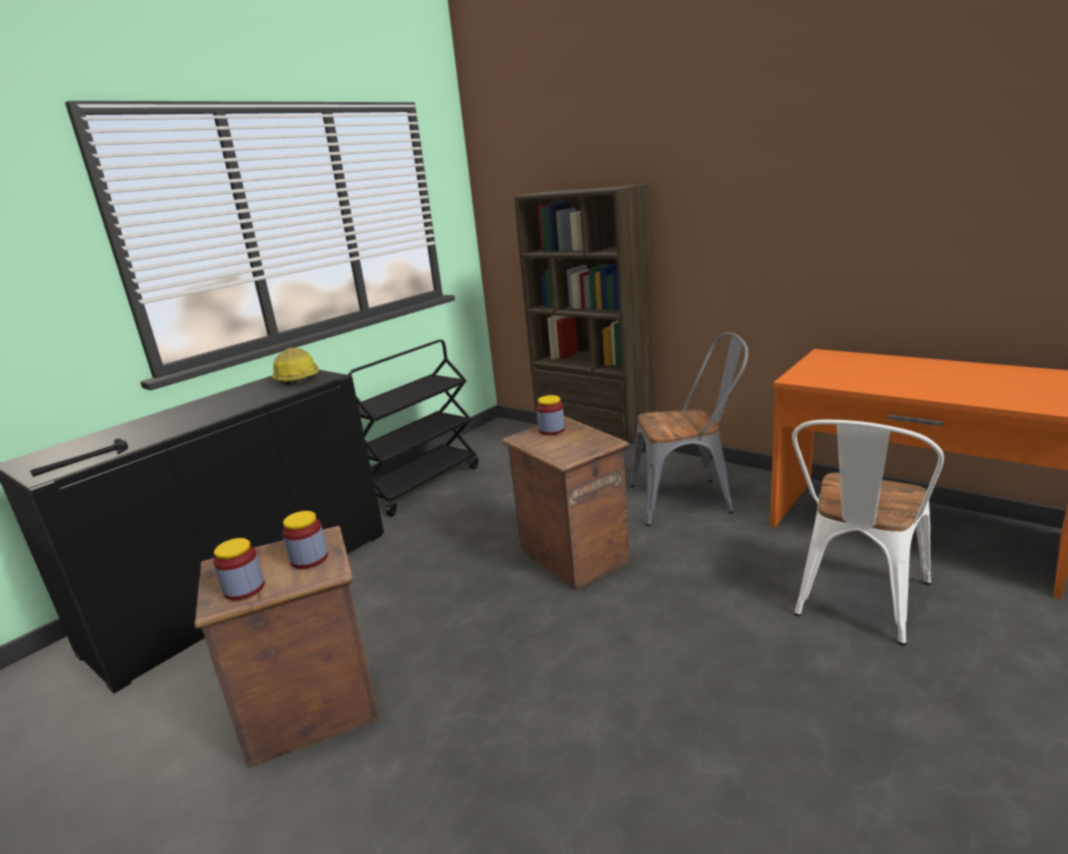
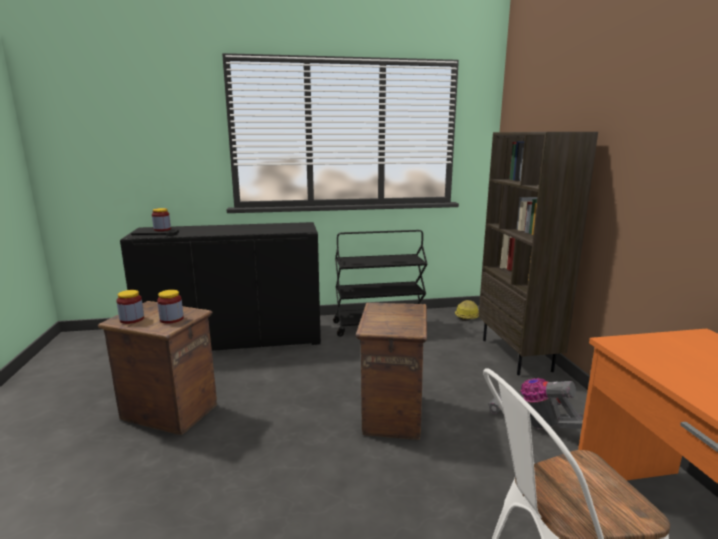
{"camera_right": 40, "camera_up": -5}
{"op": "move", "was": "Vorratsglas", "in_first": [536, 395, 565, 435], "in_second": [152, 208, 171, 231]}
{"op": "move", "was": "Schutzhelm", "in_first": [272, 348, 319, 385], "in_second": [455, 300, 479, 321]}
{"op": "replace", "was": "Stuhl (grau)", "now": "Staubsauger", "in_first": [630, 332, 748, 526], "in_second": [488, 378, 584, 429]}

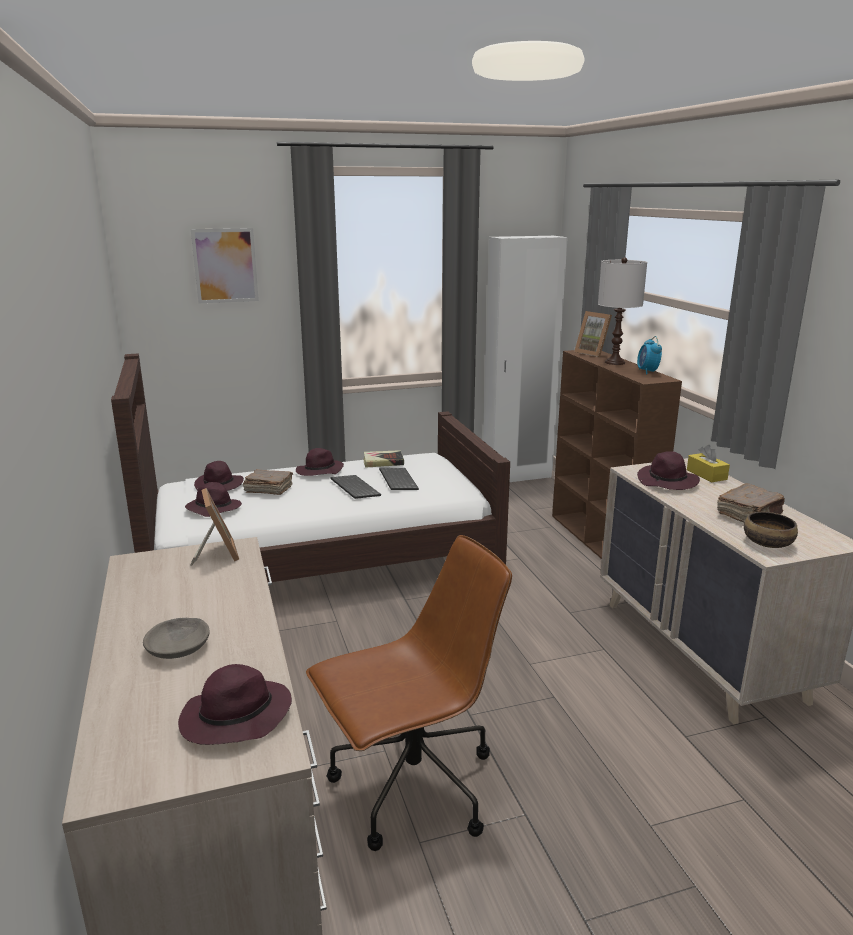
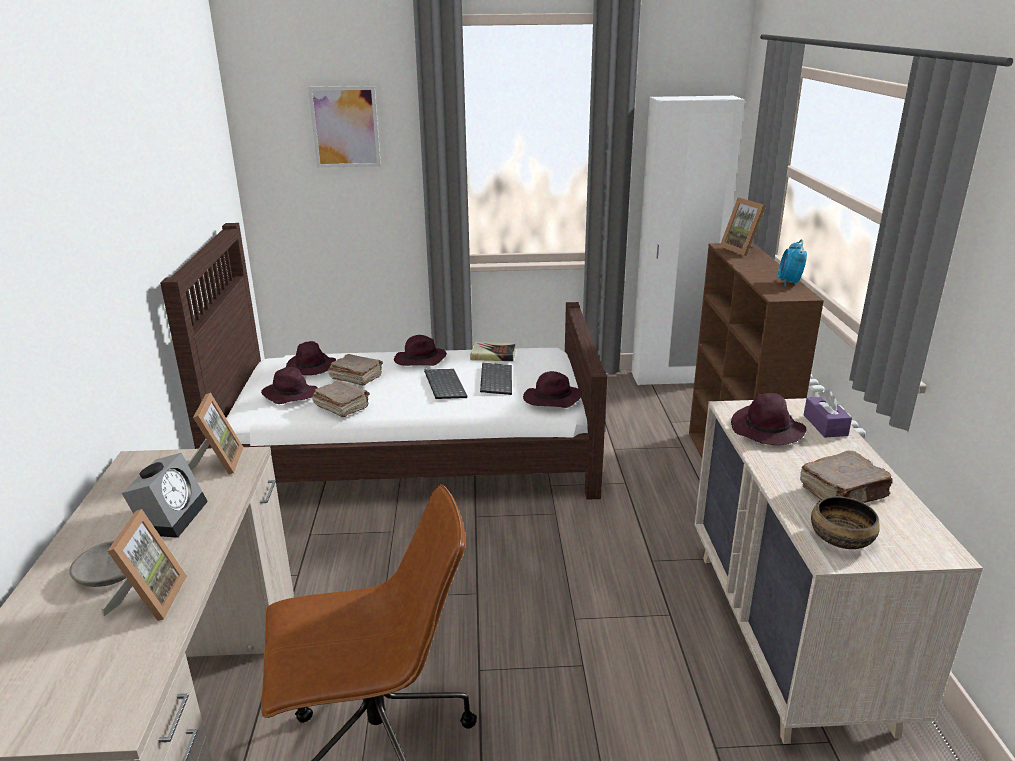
{"camera_right": 15, "camera_up": 5}
{"op": "insert", "now": "Bilderrahmen", "in_second": [102, 509, 187, 621]}
{"op": "insert", "now": "Wecker", "in_second": [122, 453, 208, 538]}
{"op": "insert", "now": "Buch (braun)", "in_second": [312, 380, 370, 417]}
{"op": "move", "was": "Hut (lila)", "in_first": [178, 664, 292, 745], "in_second": [523, 371, 582, 408]}
{"op": "recolor", "was": "Taschentuchbox (gelb)", "now": "Taschentuchbox (lila)", "in_first": [687, 445, 730, 482], "in_second": [804, 389, 852, 437]}
{"op": "delete", "was": "Tischlampe (weiß)", "in_first": [598, 257, 647, 365]}

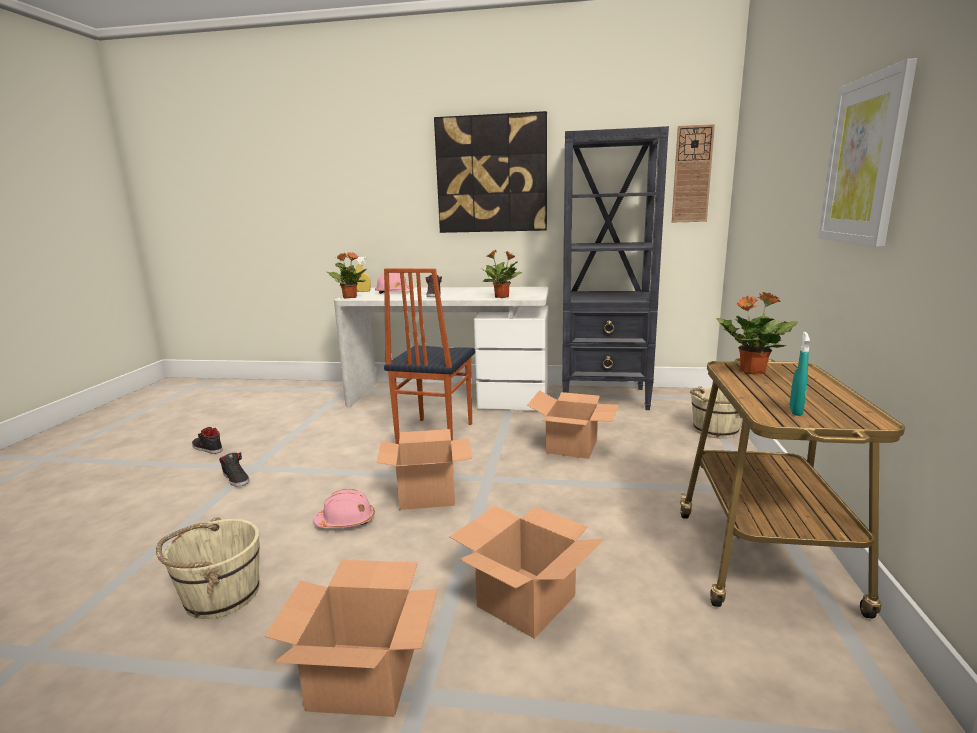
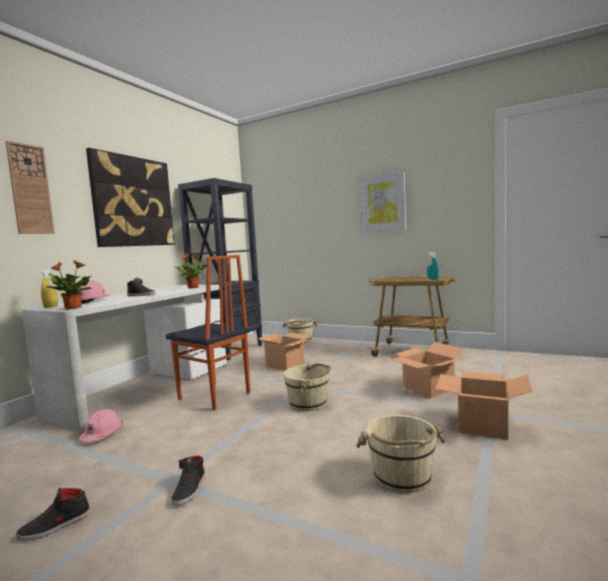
{"camera_right": -70, "camera_up": -10}
{"op": "move", "was": "Wanduhr", "in_first": [672, 124, 715, 222], "in_second": [5, 141, 55, 234]}
{"op": "move", "was": "Schutzhelm (rosa)", "in_first": [313, 489, 375, 528], "in_second": [79, 409, 123, 442]}
{"op": "rotate", "was": "Schuh (schwarz)", "in_first": [219, 452, 249, 487], "in_second": [171, 455, 205, 505], "clockwise": 120}
{"op": "replace", "was": "Karton", "now": "Eimer (beige)", "in_first": [376, 429, 472, 510], "in_second": [284, 363, 331, 411]}
{"op": "delete", "was": "Topfpflanze", "in_first": [717, 292, 798, 375]}

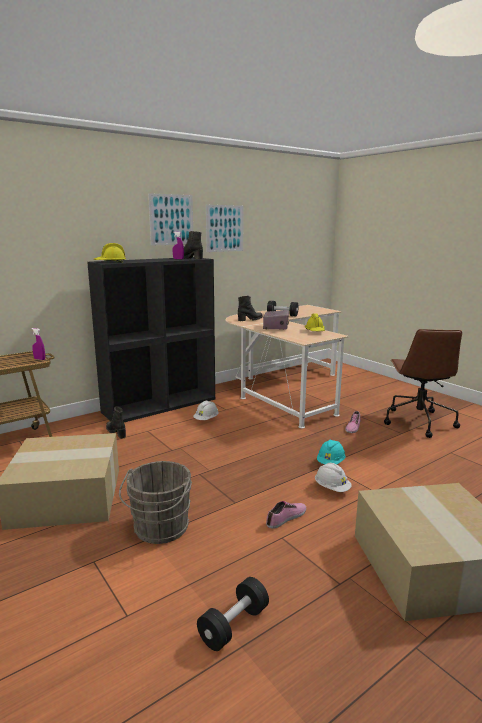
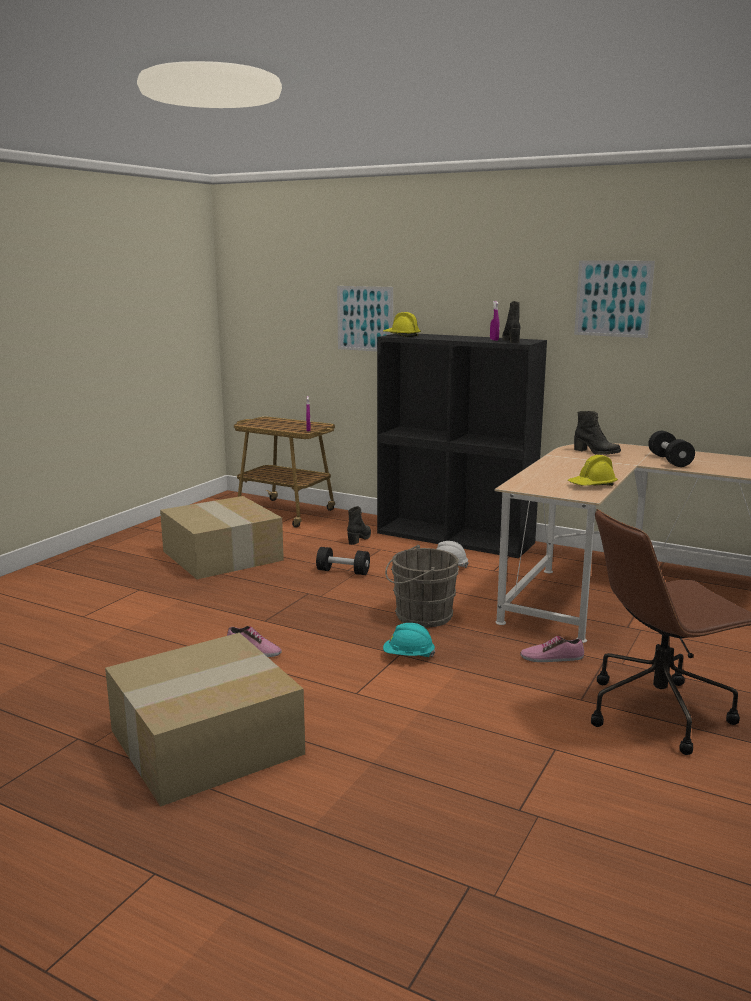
{"camera_right": 65, "camera_up": 0}
{"op": "move", "was": "Hantel (schwarz)", "in_first": [197, 577, 269, 651], "in_second": [316, 547, 370, 575]}
{"op": "move", "was": "Bild", "in_first": [148, 193, 193, 246], "in_second": [337, 286, 393, 351]}
{"op": "move", "was": "Eimer (grau)", "in_first": [119, 461, 192, 544], "in_second": [385, 545, 459, 628]}
{"op": "delete", "was": "Radio", "in_first": [263, 310, 289, 330]}
{"op": "delete", "was": "Schutzhelm (weiß)", "in_first": [315, 463, 352, 492]}

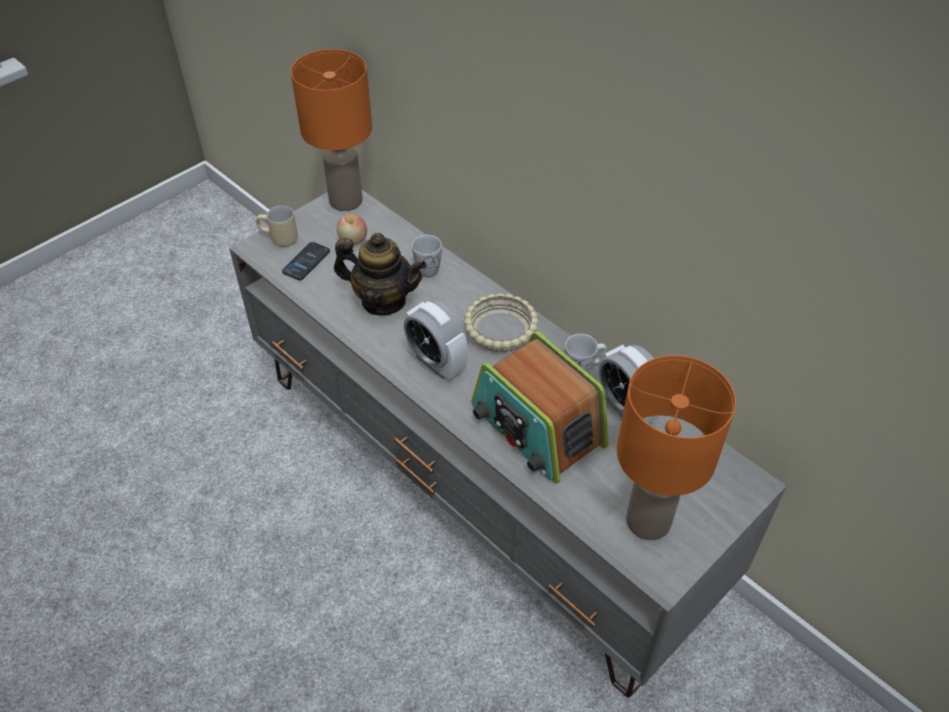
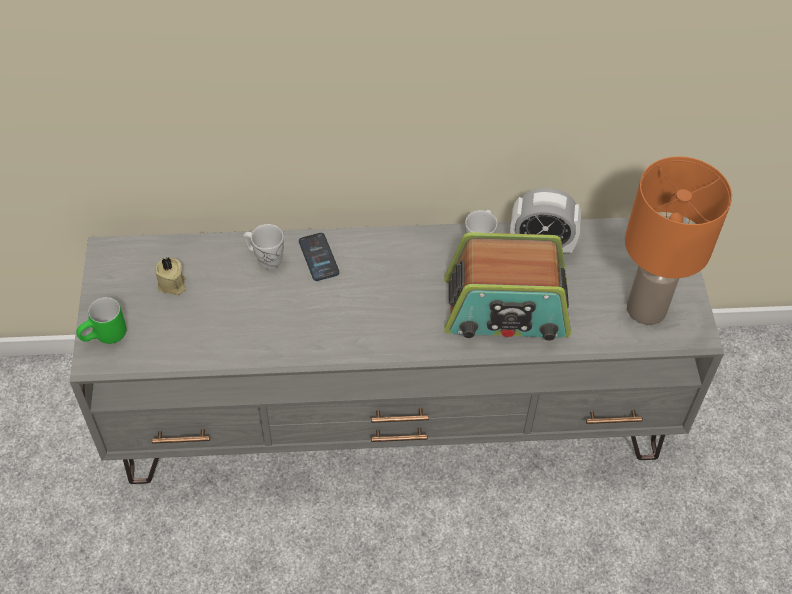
{"camera_right": -50, "camera_up": 5}
{"op": "recolor", "was": "Henkelbecher (beige)", "now": "Henkelbecher (grün)", "in_first": [256, 206, 298, 247], "in_second": [76, 297, 127, 344]}
{"op": "replace", "was": "Apfel", "now": "Kerze (beige)", "in_first": [337, 214, 367, 244], "in_second": [155, 258, 186, 295]}
{"op": "move", "was": "Handy", "in_first": [282, 242, 330, 280], "in_second": [299, 233, 339, 281]}
{"op": "delete", "was": "Tischlampe (orange)", "in_first": [291, 49, 372, 211]}
{"op": "delete", "was": "Teekanne", "in_first": [334, 233, 427, 316]}
{"op": "delete", "was": "Wecker", "in_first": [404, 300, 468, 380]}
{"op": "delete", "was": "Schüssel (beige)", "in_first": [464, 293, 539, 352]}

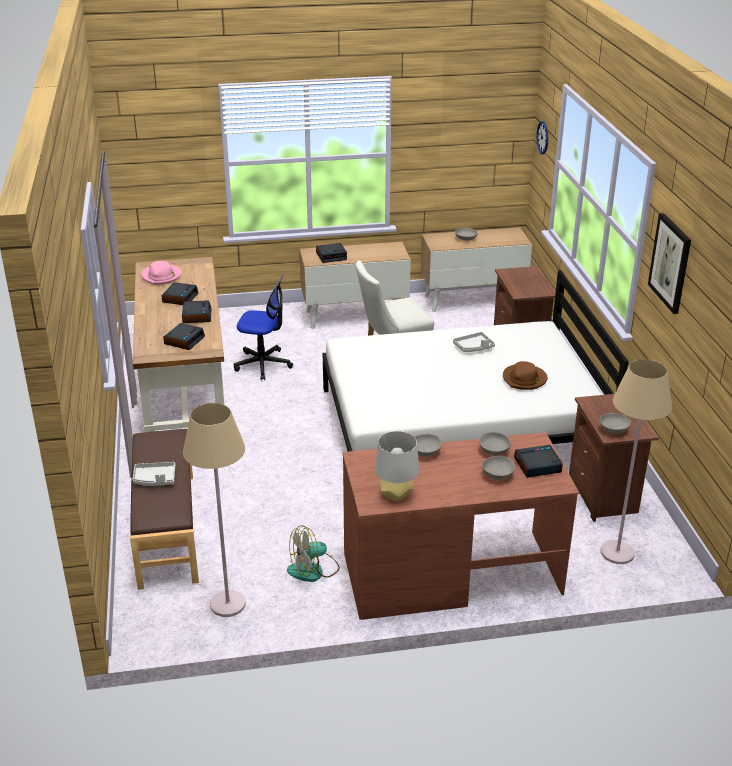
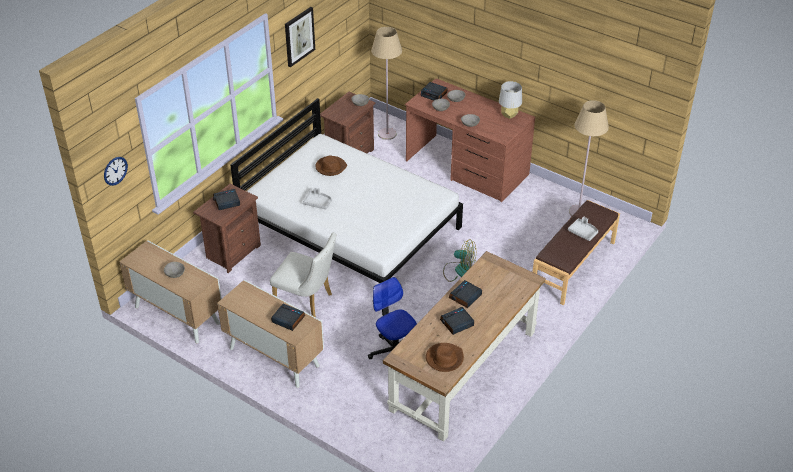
{"camera_right": -135, "camera_up": 10}
{"op": "move", "was": "Wecker", "in_first": [163, 323, 205, 350], "in_second": [213, 189, 240, 210]}
{"op": "recolor", "was": "Hut (rosa)", "now": "Hut (braun)", "in_first": [141, 261, 182, 285], "in_second": [426, 343, 464, 372]}
{"op": "move", "was": "Ventilator", "in_first": [287, 525, 340, 582], "in_second": [443, 239, 476, 282]}

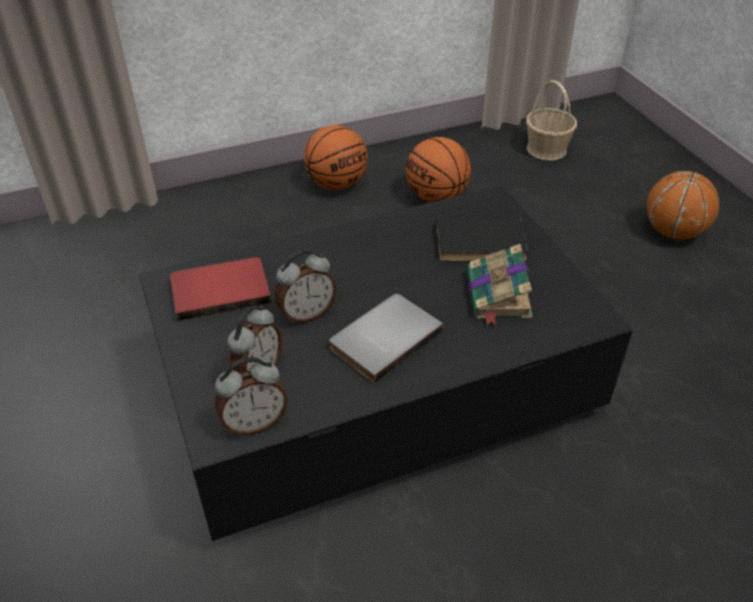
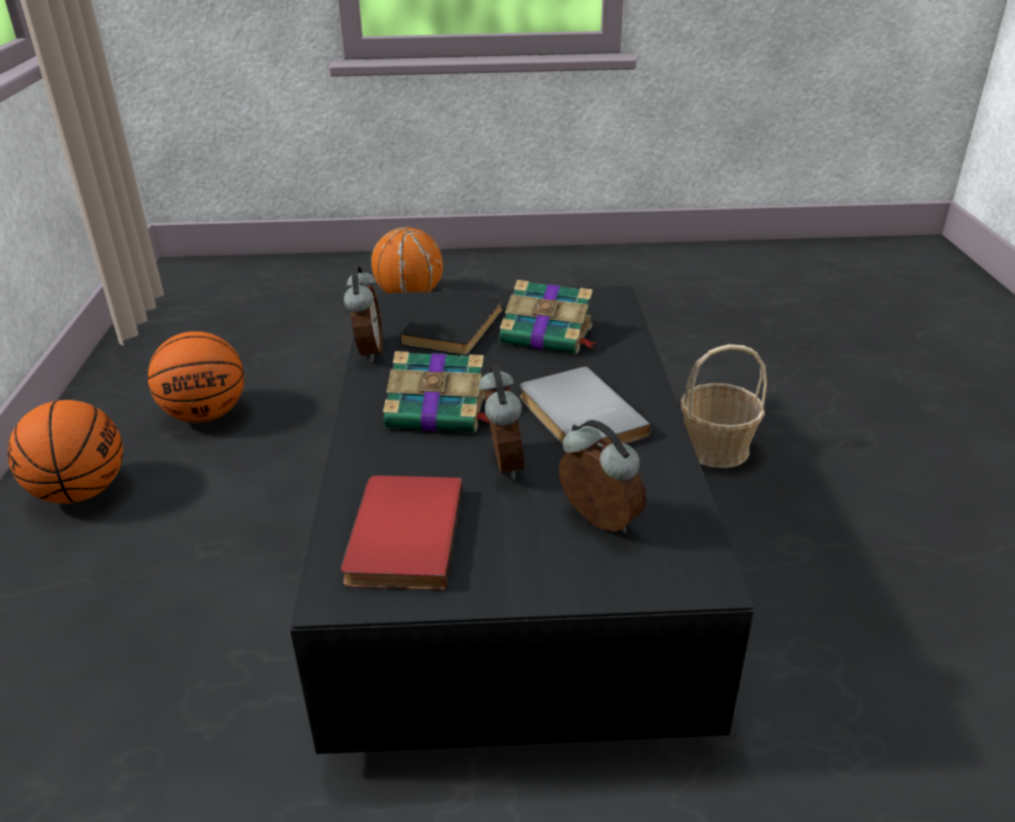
{"camera_right": -70, "camera_up": -10}
{"op": "move", "was": "Wecker", "in_first": [215, 357, 288, 435], "in_second": [344, 266, 383, 362]}
{"op": "insert", "now": "Buch", "in_second": [383, 351, 489, 433]}
{"op": "move", "was": "Korb", "in_first": [526, 80, 577, 161], "in_second": [681, 344, 767, 468]}

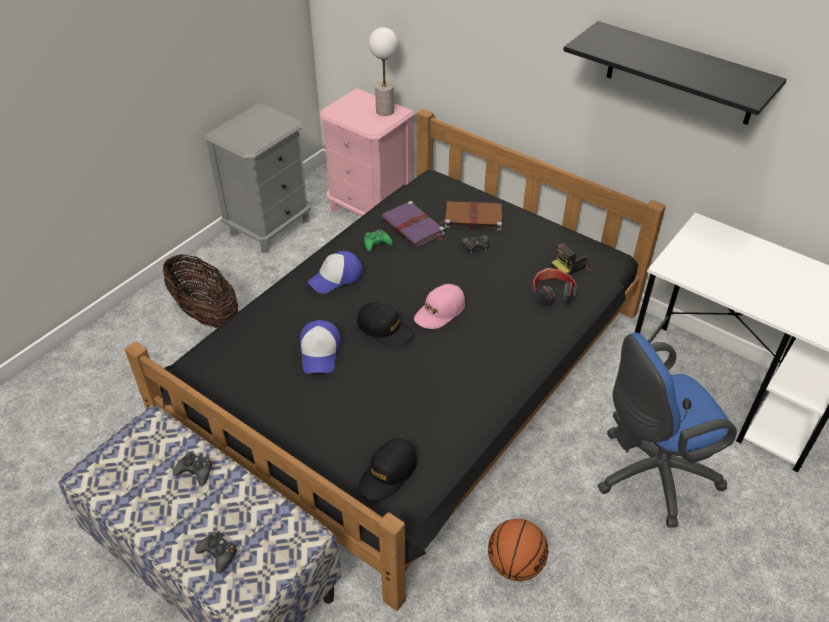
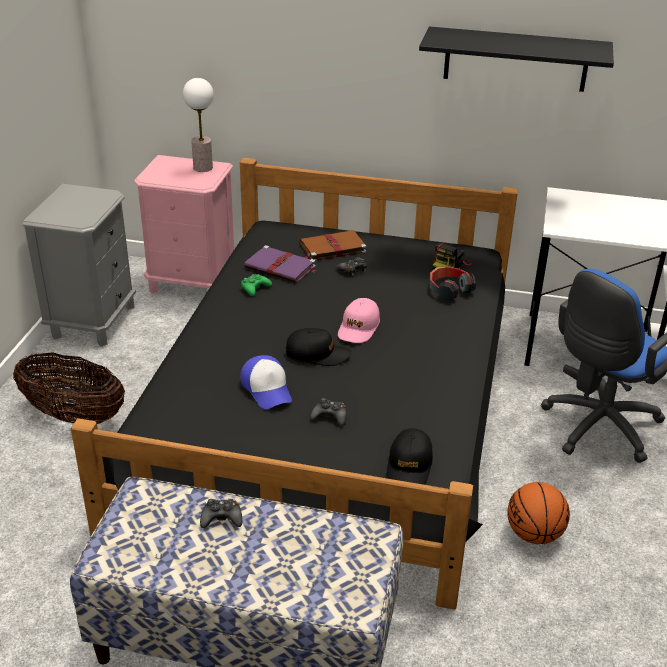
{"camera_right": -25, "camera_up": -10}
{"op": "move", "was": "Gamepad (schwarz)", "in_first": [195, 532, 237, 573], "in_second": [310, 398, 347, 426]}
{"op": "delete", "was": "Kappe", "in_first": [307, 251, 363, 294]}

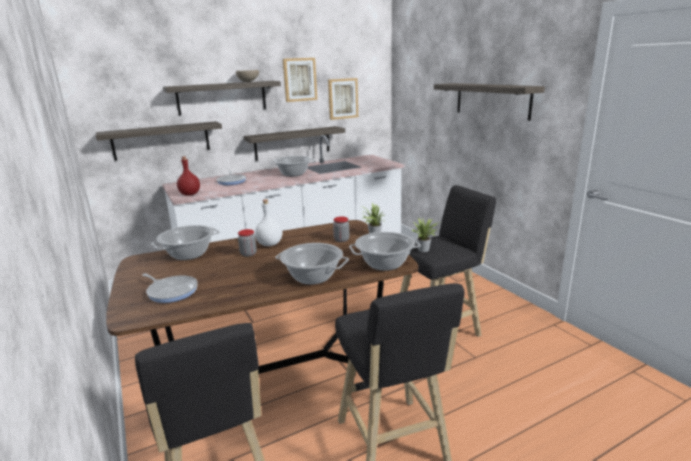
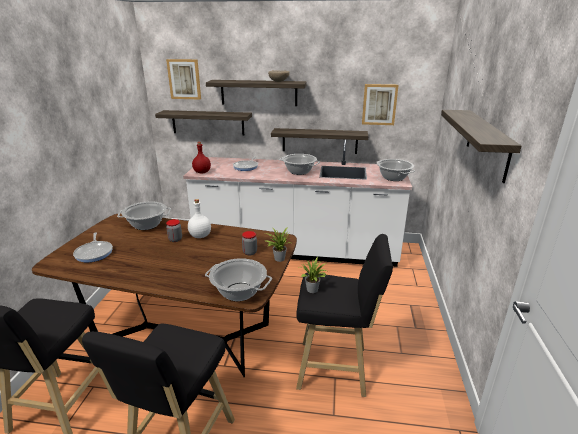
{"camera_right": 35, "camera_up": 5}
{"op": "move", "was": "Bild", "in_first": [283, 58, 317, 102], "in_second": [166, 59, 201, 100]}
{"op": "move", "was": "Kochtopf", "in_first": [276, 243, 349, 285], "in_second": [376, 159, 415, 181]}

